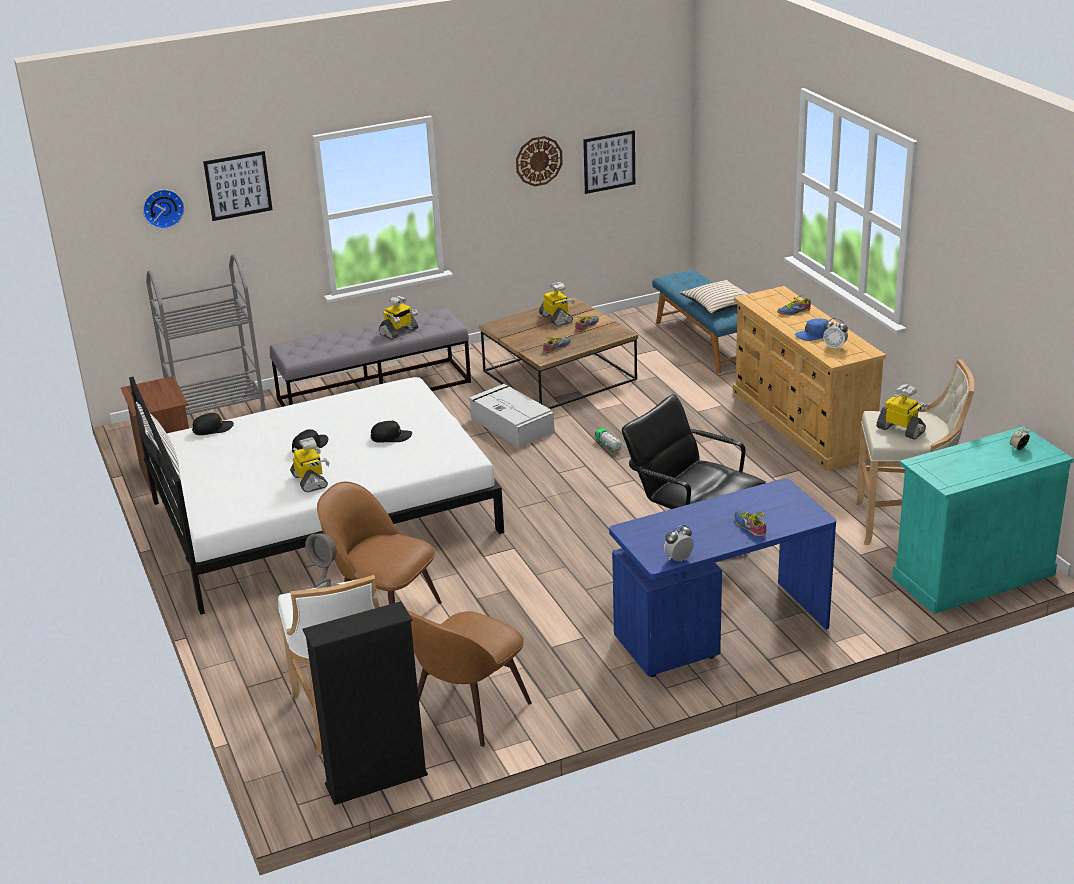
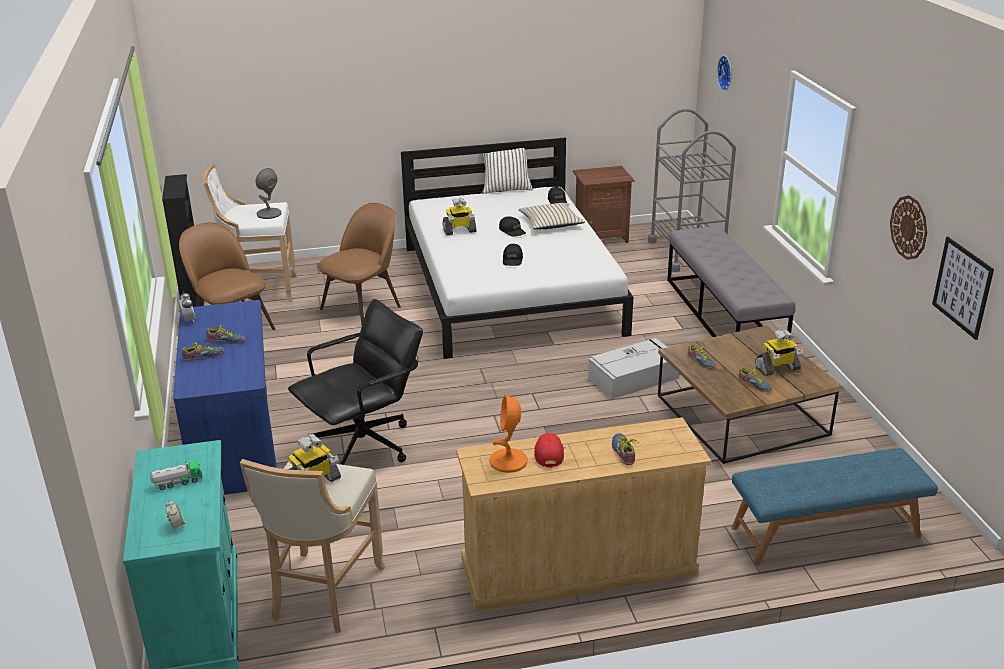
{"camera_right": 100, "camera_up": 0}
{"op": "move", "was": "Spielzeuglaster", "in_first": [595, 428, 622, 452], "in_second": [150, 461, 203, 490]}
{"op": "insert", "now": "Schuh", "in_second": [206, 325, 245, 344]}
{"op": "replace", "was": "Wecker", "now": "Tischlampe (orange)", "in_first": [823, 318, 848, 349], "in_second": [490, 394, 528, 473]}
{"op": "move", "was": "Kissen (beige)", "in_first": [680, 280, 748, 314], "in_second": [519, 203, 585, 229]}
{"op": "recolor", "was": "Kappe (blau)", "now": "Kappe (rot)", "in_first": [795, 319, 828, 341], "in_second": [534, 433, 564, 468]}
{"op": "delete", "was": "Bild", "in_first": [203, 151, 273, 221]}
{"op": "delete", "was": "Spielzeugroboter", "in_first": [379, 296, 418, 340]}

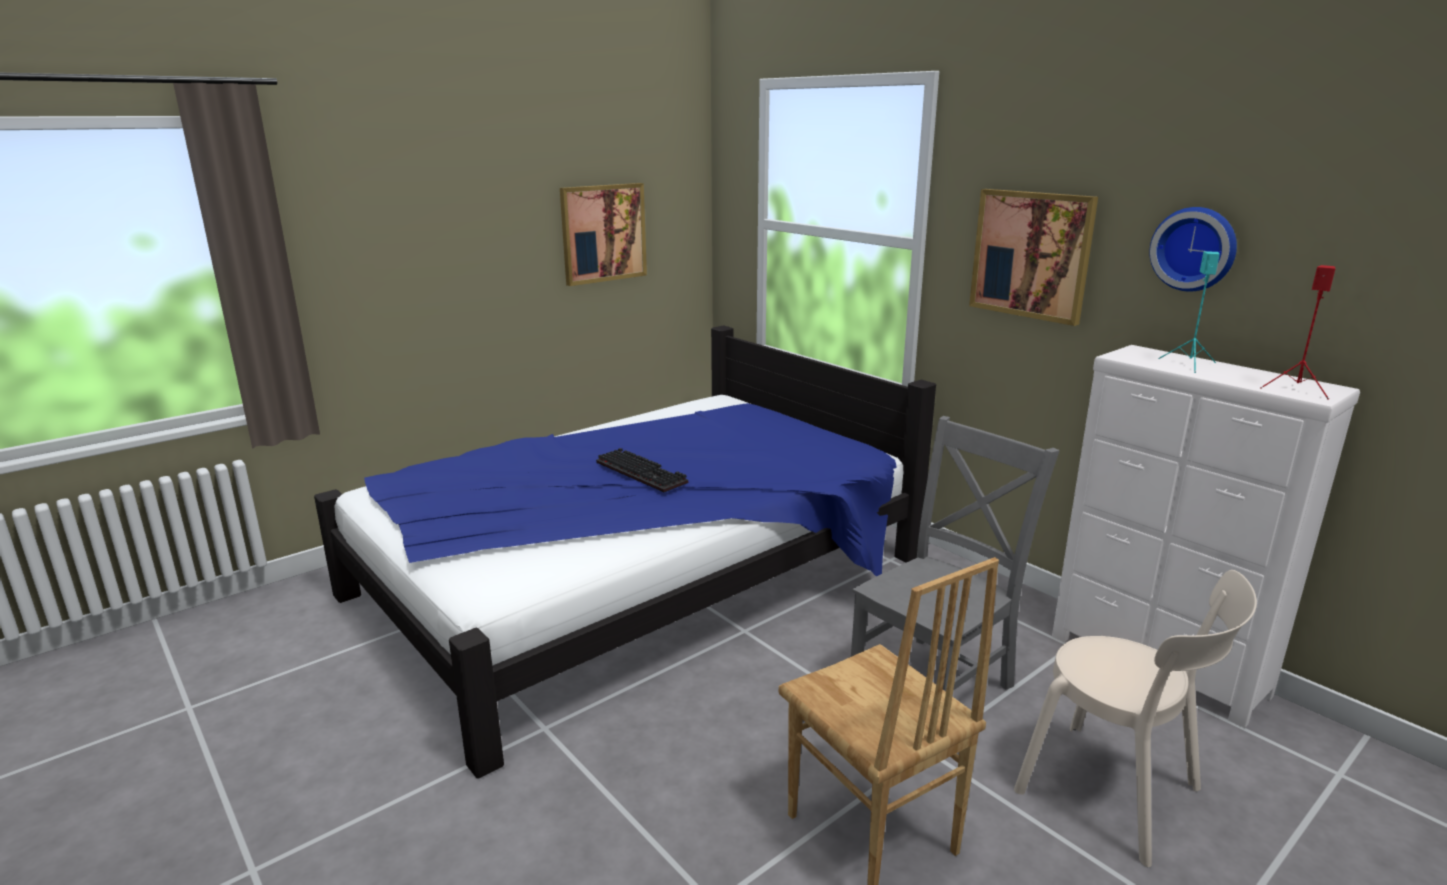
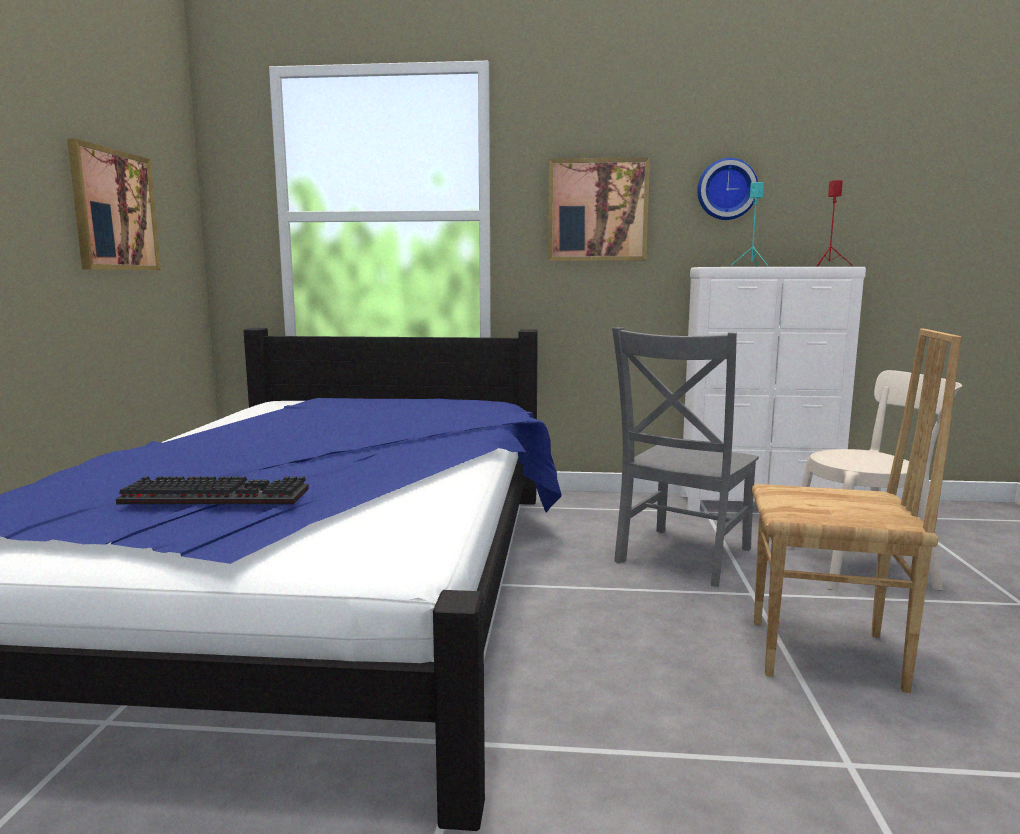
{"camera_right": -45, "camera_up": -10}
{"op": "move", "was": "Tastatur", "in_first": [596, 448, 688, 492], "in_second": [116, 476, 309, 505]}
{"op": "rotate", "was": "Stuhl (grau)", "in_first": [851, 416, 1060, 691], "in_second": [612, 328, 759, 587], "clockwise": -150}

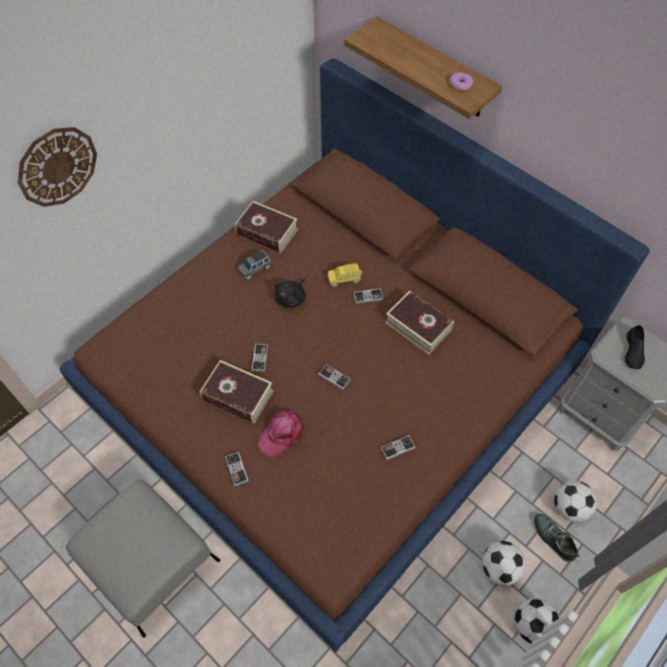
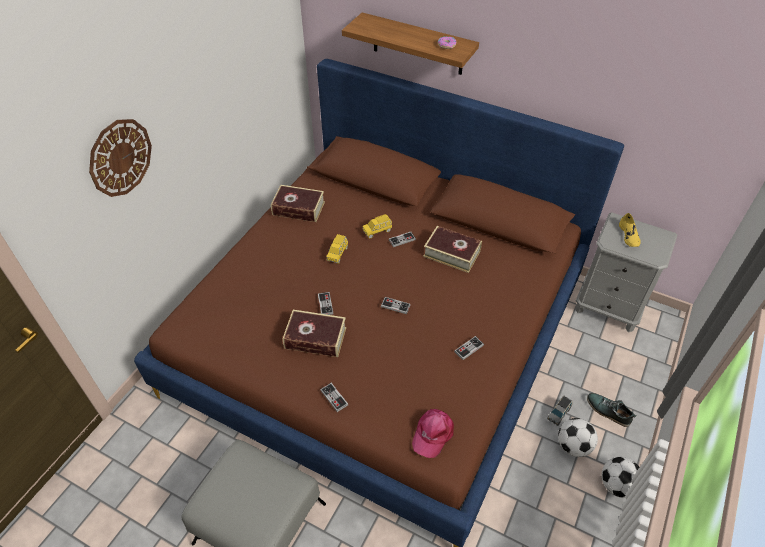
{"camera_right": -15, "camera_up": -10}
{"op": "replace", "was": "Plüschtier (schwarz)", "now": "Spielzeugauto (gelb)", "in_first": [275, 279, 306, 308], "in_second": [326, 234, 348, 264]}
{"op": "move", "was": "Kappe (rosa)", "in_first": [257, 409, 304, 457], "in_second": [412, 409, 454, 458]}
{"op": "move", "was": "Spielzeugauto (grau)", "in_first": [238, 250, 271, 280], "in_second": [547, 396, 572, 426]}
{"op": "recolor", "was": "Schuh (schwarz)", "now": "Schuh (gelb)", "in_first": [625, 325, 645, 369], "in_second": [619, 213, 641, 247]}
{"op": "delete", "was": "Fußball", "in_first": [554, 480, 597, 522]}

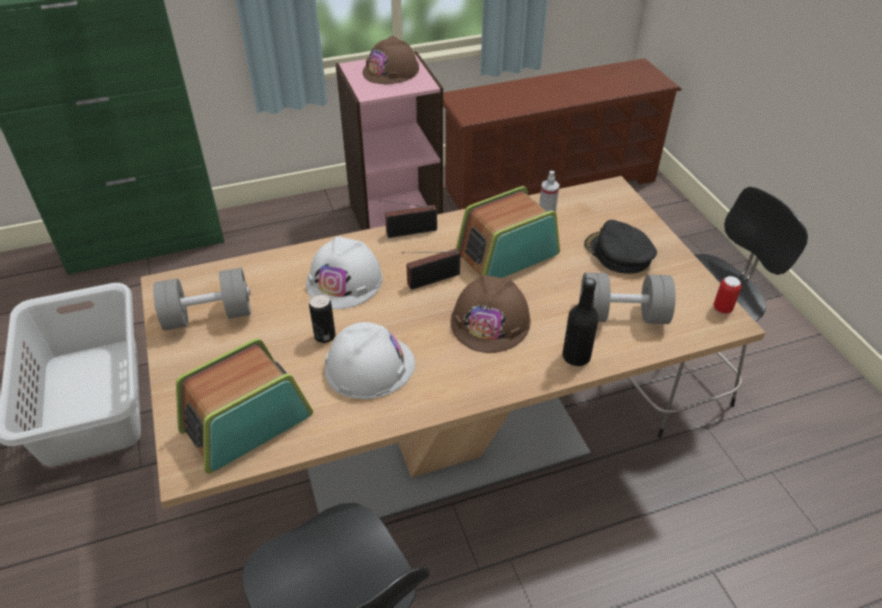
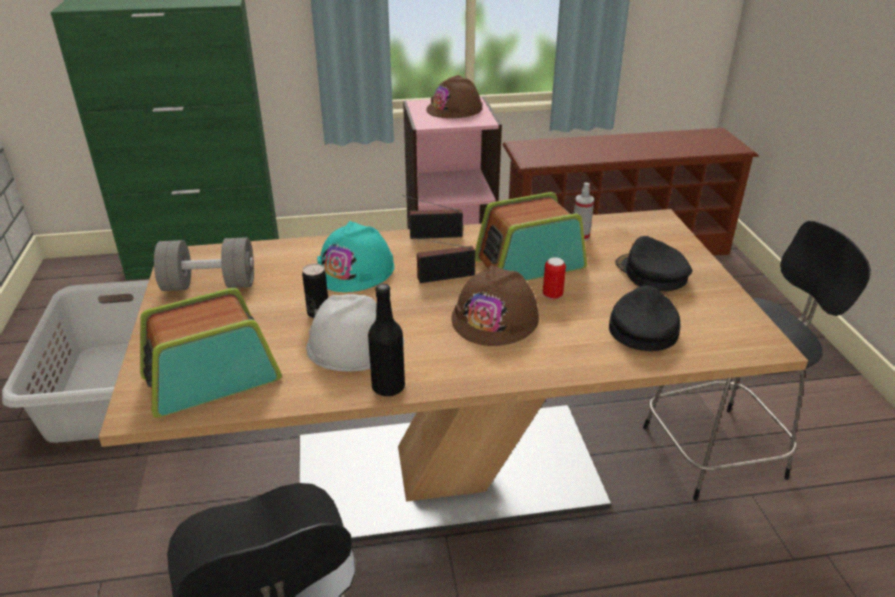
{"camera_right": 10, "camera_up": -10}
{"op": "recolor", "was": "Schutzhelm (weiß)", "now": "Schutzhelm (türkis)", "in_first": [306, 236, 383, 309], "in_second": [317, 221, 394, 292]}
{"op": "move", "was": "Flasche (schwarz)", "in_first": [562, 278, 599, 366], "in_second": [368, 284, 405, 397]}
{"op": "move", "was": "Dose", "in_first": [713, 276, 741, 314], "in_second": [543, 257, 566, 299]}
{"op": "replace", "was": "Hantel (grau)", "now": "Kappe (schwarz)", "in_first": [579, 273, 676, 324], "in_second": [609, 285, 681, 351]}

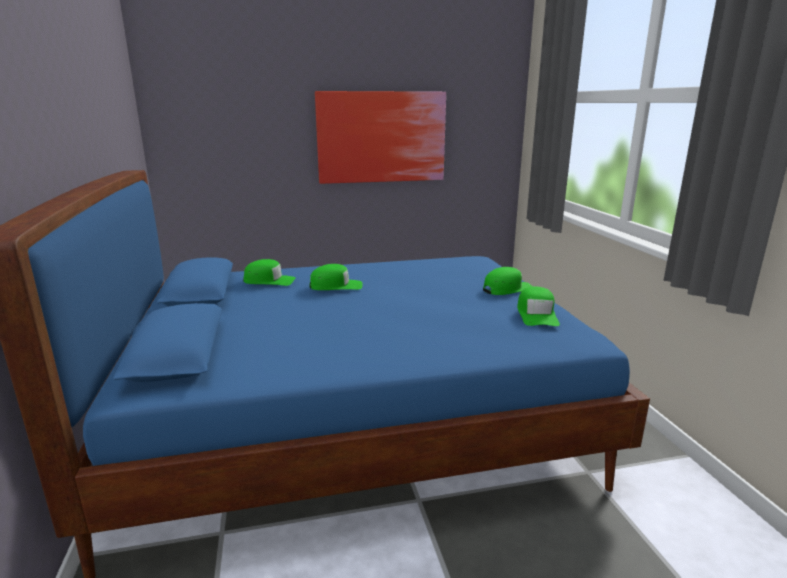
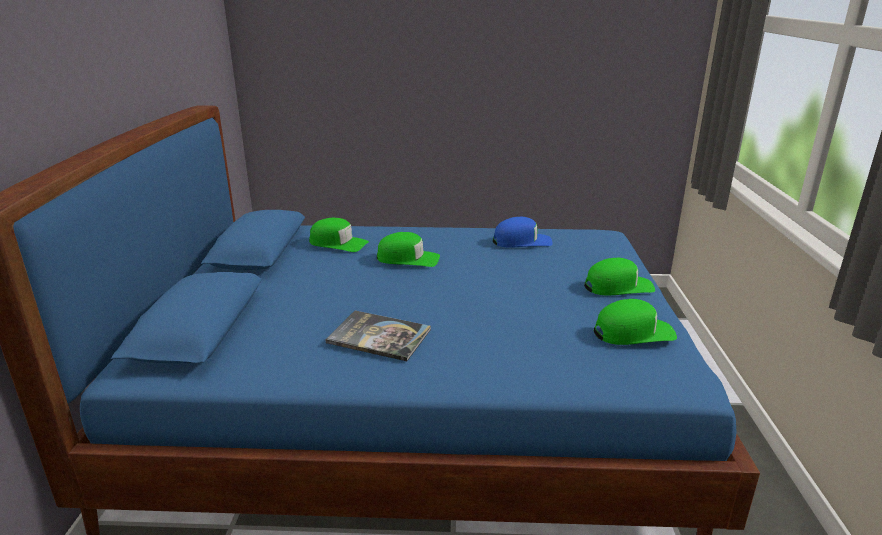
{"camera_right": 15, "camera_up": 5}
{"op": "insert", "now": "Buch", "in_second": [326, 310, 431, 361]}
{"op": "insert", "now": "Kappe (blau)", "in_second": [493, 217, 553, 248]}
{"op": "rotate", "was": "Kappe (grün)", "in_first": [517, 286, 560, 326], "in_second": [594, 299, 677, 345], "clockwise": -120}
{"op": "delete", "was": "Bild", "in_first": [315, 91, 446, 184]}

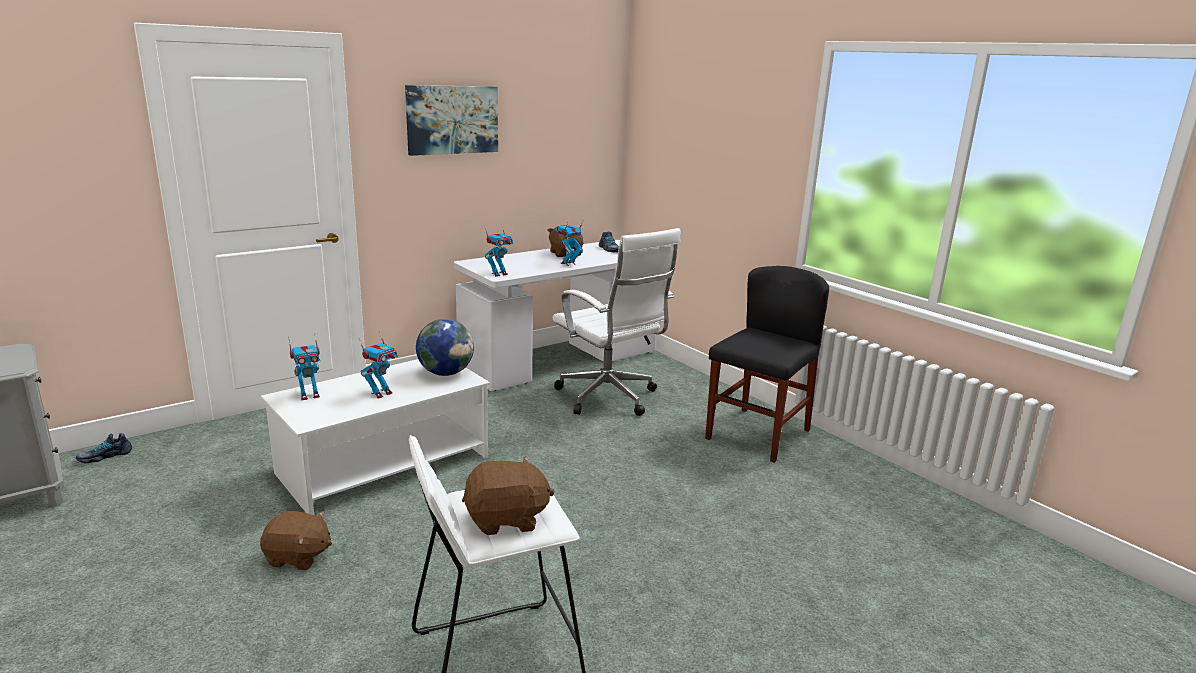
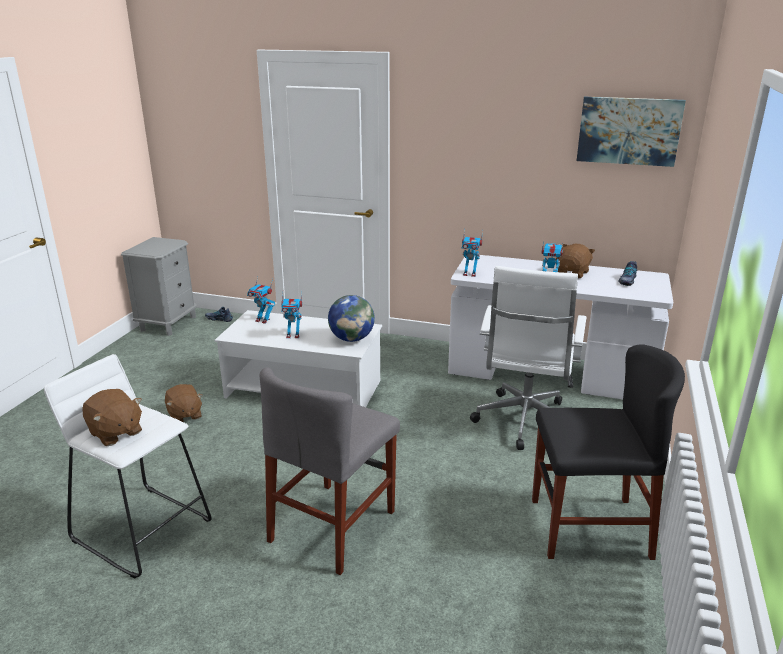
{"camera_right": 55, "camera_up": 5}
{"op": "insert", "now": "Stuhl (grau)", "in_second": [260, 367, 400, 575]}
{"op": "move", "was": "Bild", "in_first": [405, 85, 498, 156], "in_second": [577, 97, 686, 167]}

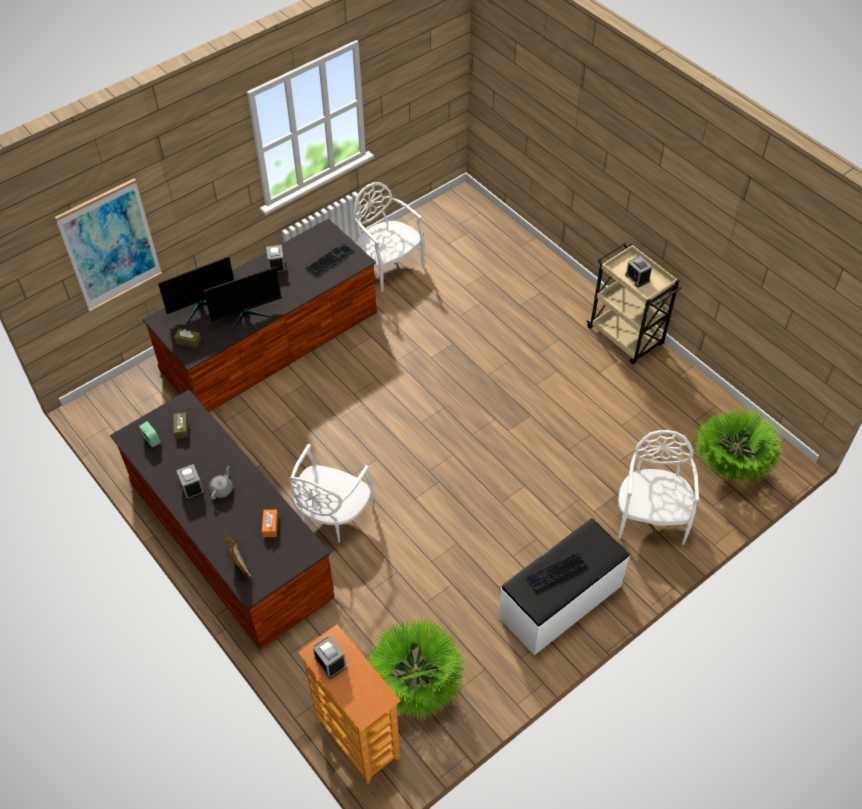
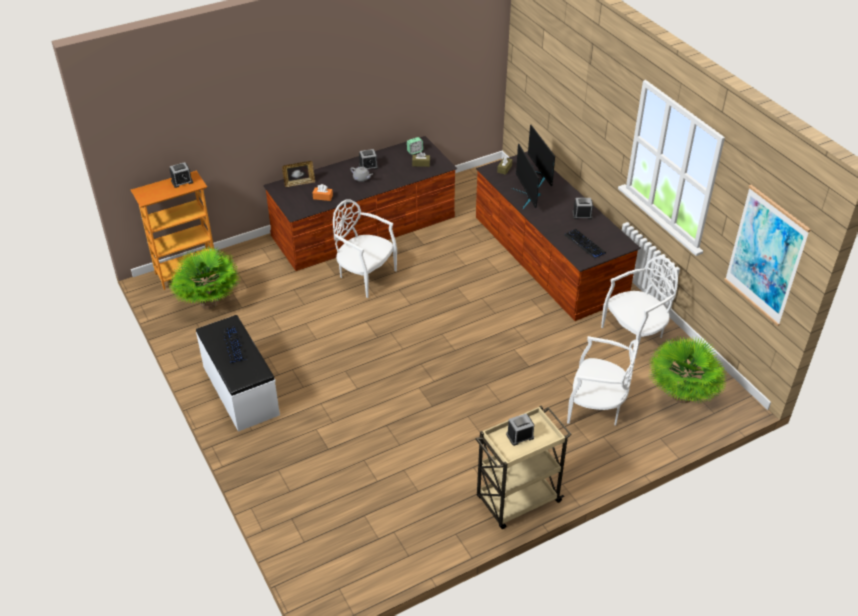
{"camera_right": 100, "camera_up": -10}
{"op": "move", "was": "Stuhl (weiß)", "in_first": [618, 430, 699, 545], "in_second": [567, 336, 638, 426]}
{"op": "move", "was": "Topfpflanze", "in_first": [693, 407, 783, 484], "in_second": [649, 336, 728, 404]}
{"op": "move", "was": "Bild", "in_first": [55, 178, 162, 313], "in_second": [724, 185, 811, 326]}

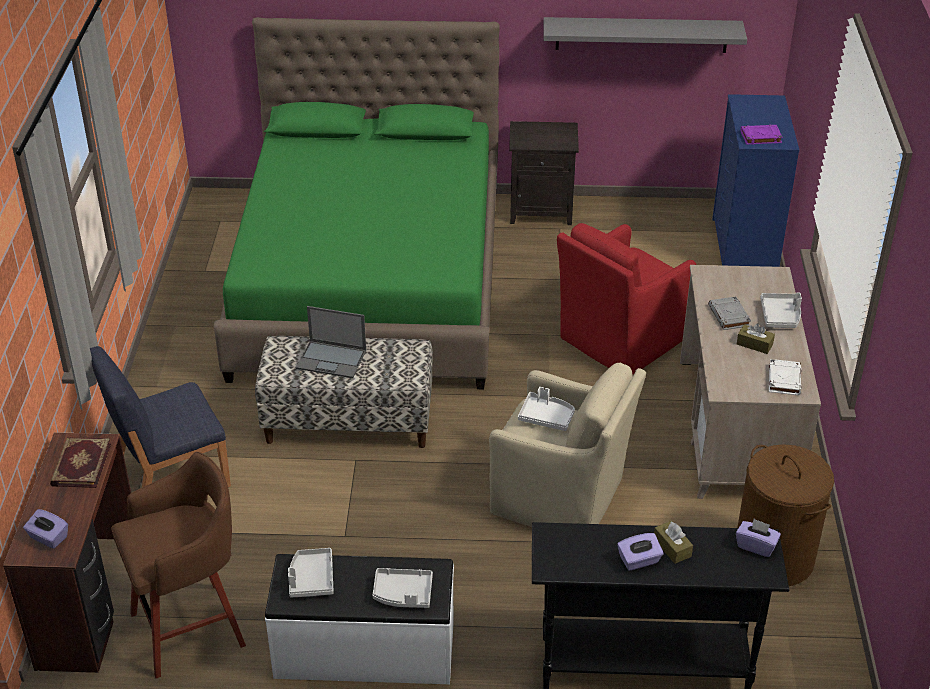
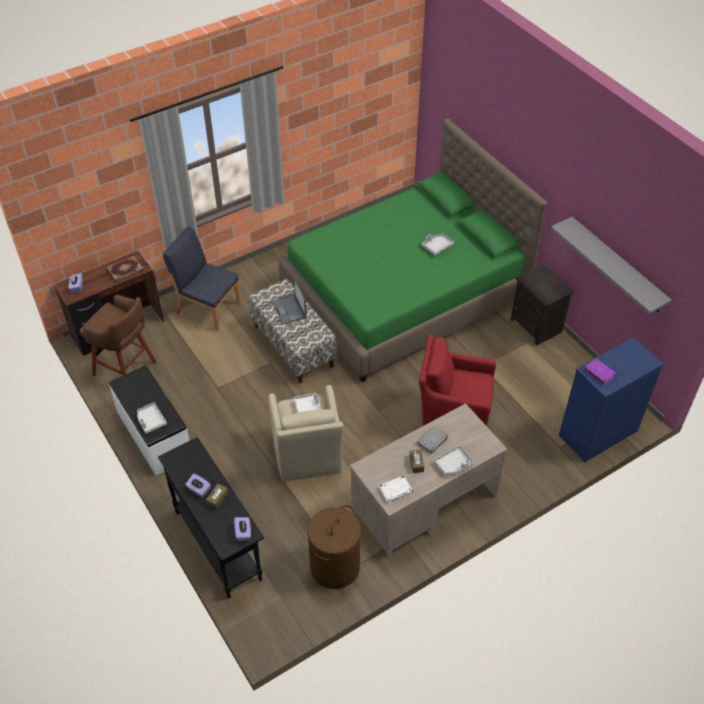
{"camera_right": 55, "camera_up": 10}
{"op": "move", "was": "Tablett (grau)", "in_first": [288, 548, 334, 598], "in_second": [421, 233, 454, 256]}

